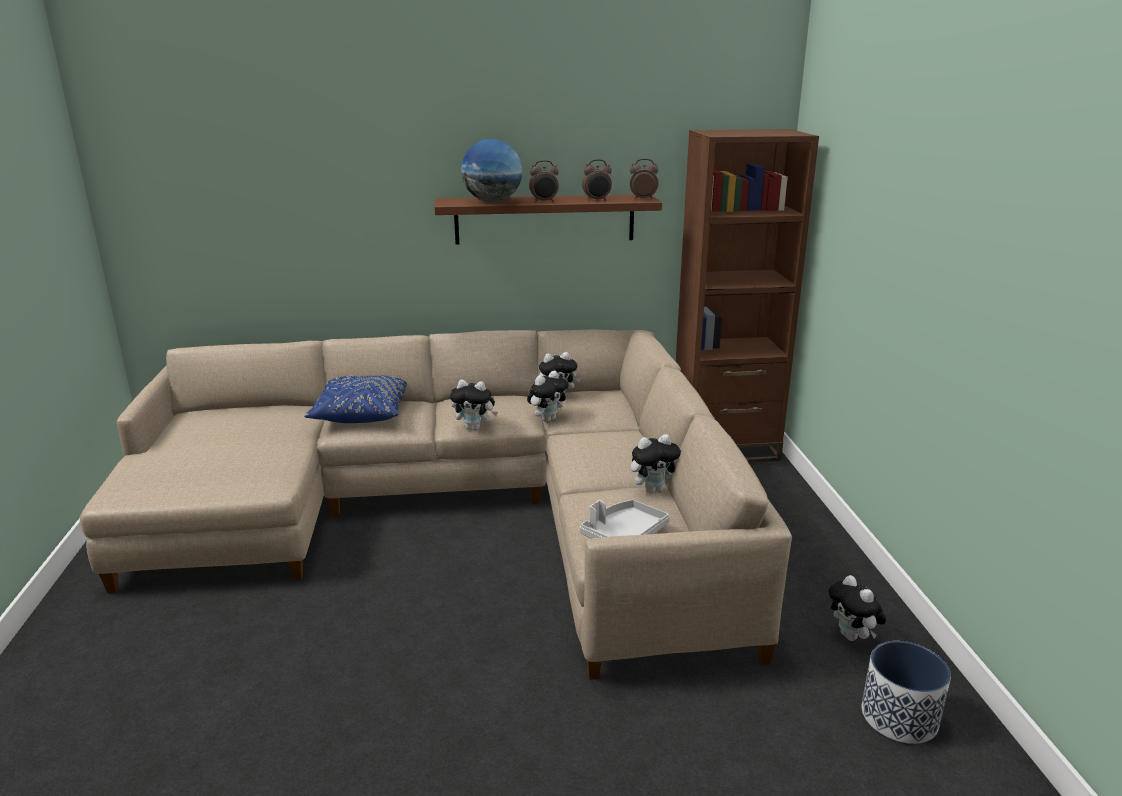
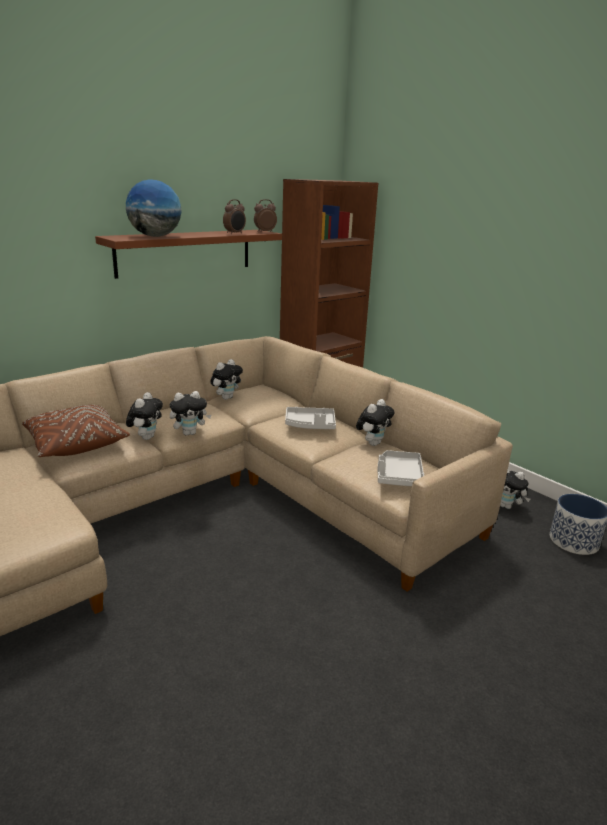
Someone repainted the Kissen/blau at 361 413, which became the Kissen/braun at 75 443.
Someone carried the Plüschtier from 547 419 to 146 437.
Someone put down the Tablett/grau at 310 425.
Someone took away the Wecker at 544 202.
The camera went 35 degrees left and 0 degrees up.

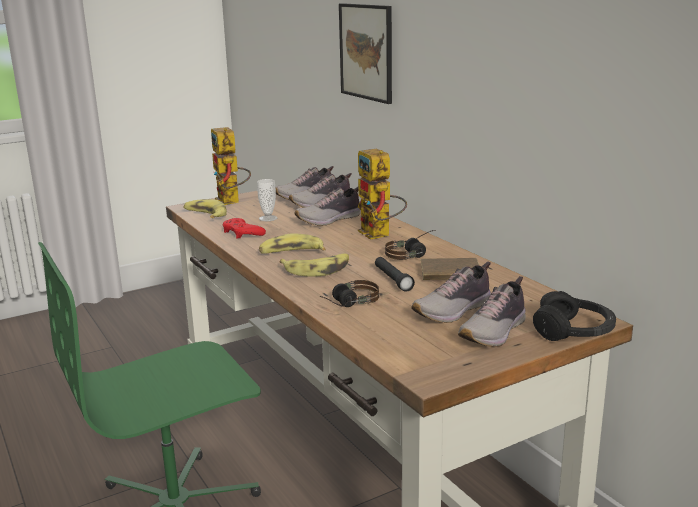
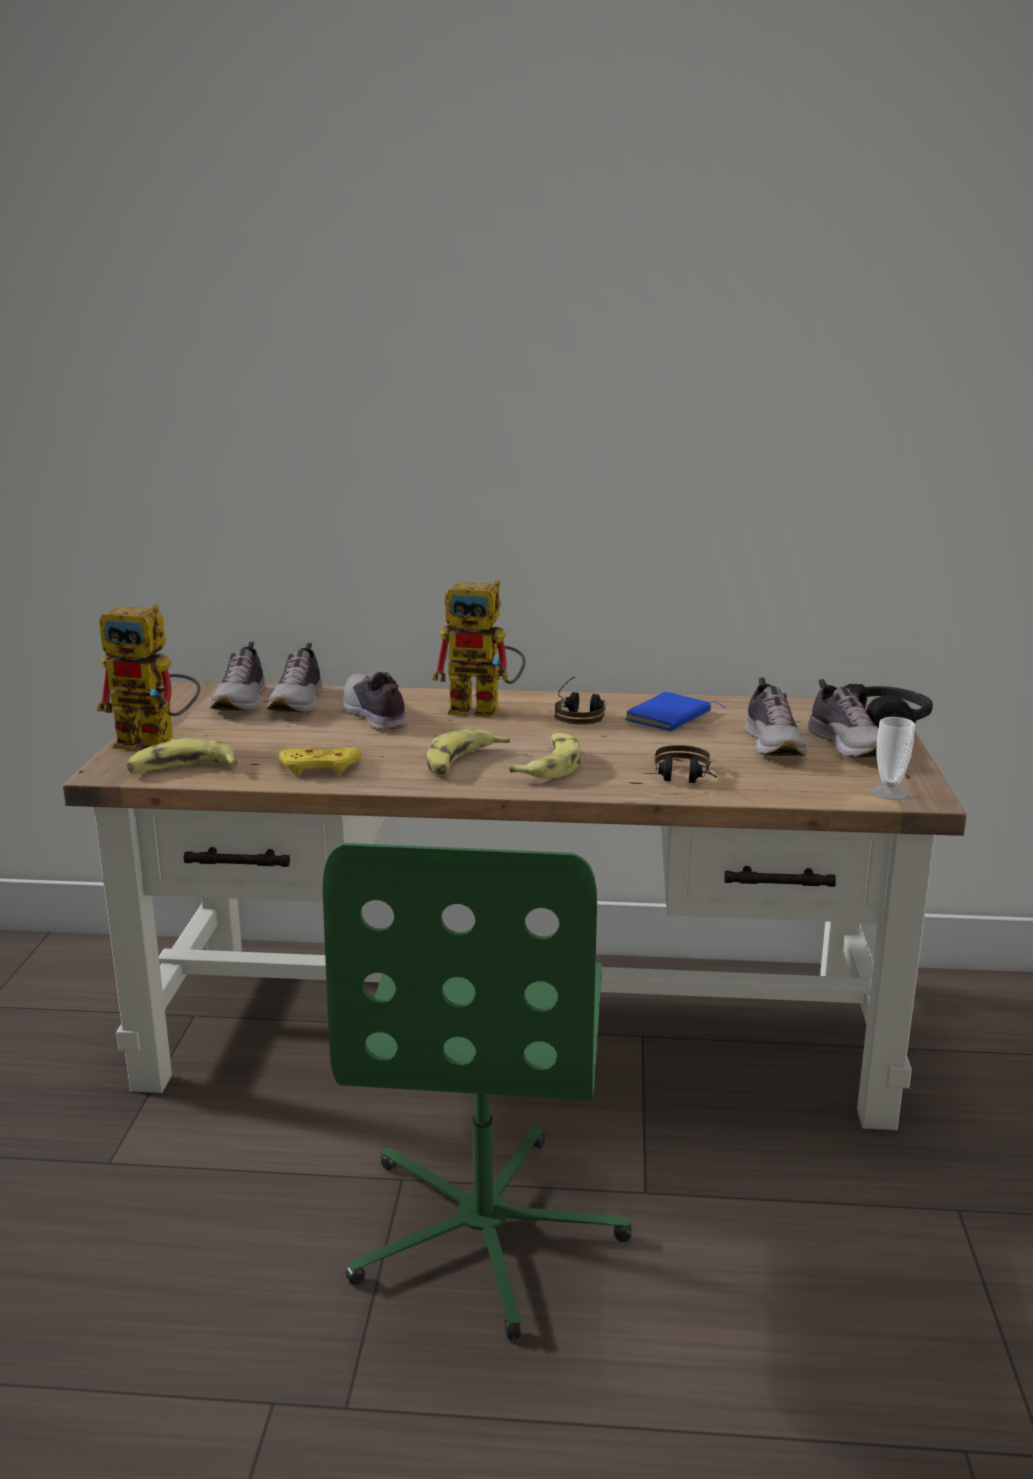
Someone repainted the Gamepad/rot at 242 233, which became the Gamepad/gelb at 320 768.
Someone rotated the Schuh at 330 220 by 150 degrees clockwise.
Someone repainted the Buch/braun at 450 274, which became the Buch/blau at 670 717.
Someone carried the Tasse from 268 218 to 889 792.
Someone took away the Bild at 366 52.
Someone took away the Taschenlampe/schwarz at 393 279.
The camera went 55 degrees left and 0 degrees up.

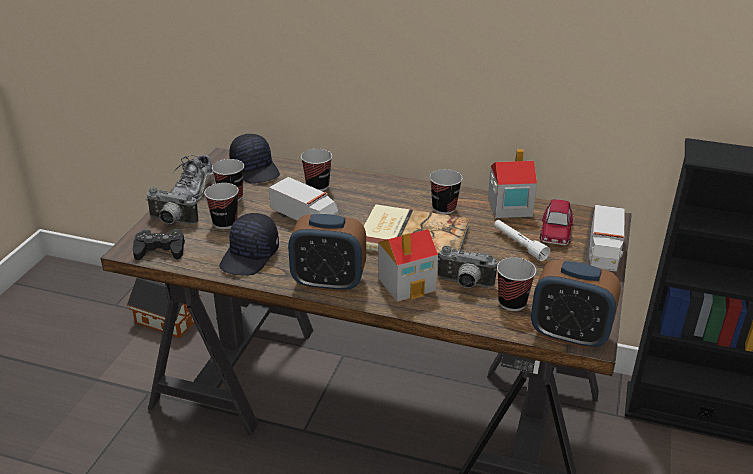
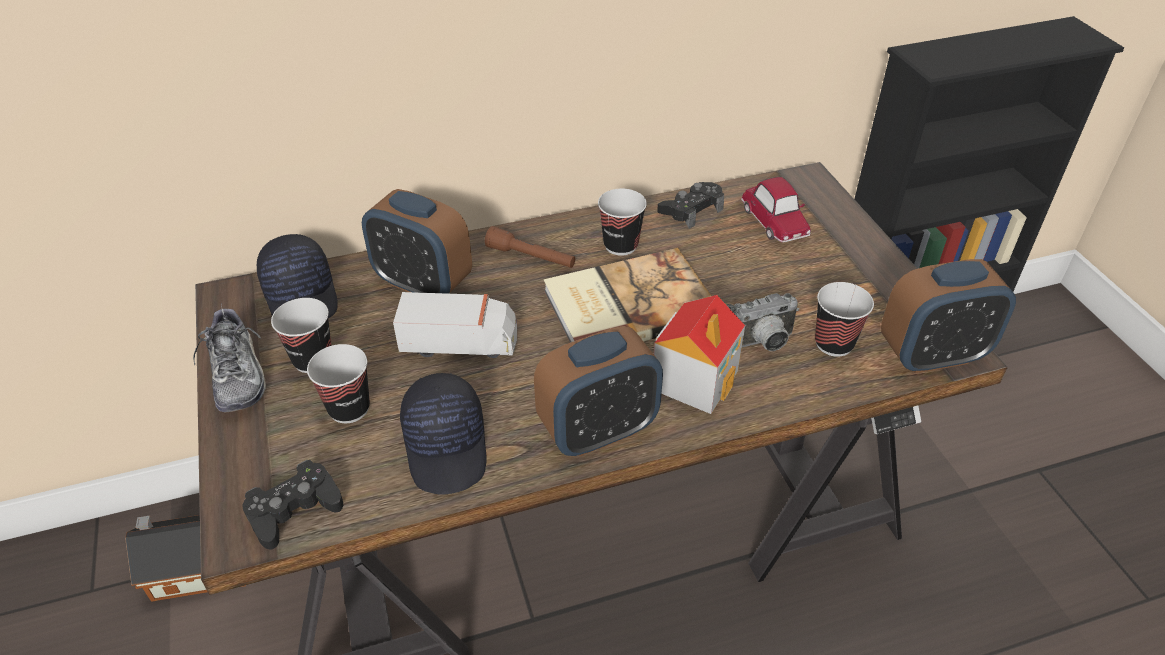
Someone rotated the Kappe/schwarz at 256 169 by 45 degrees clockwise.
Someone swapped the Tasse at 317 186 for the Wecker at 423 284.
Someone put down the Taschenlampe/braun at 531 257.
Someone swapped the Spielzeughaus at 509 207 for the Gamepad/schwarz at 691 210.
Someone took away the Kamera at 171 222.
Someone took away the Taschenlampe/weiß at 519 245.
Someone took away the Spielzeuglaster at 603 252.
The camera went 35 degrees left and 10 degrees up.

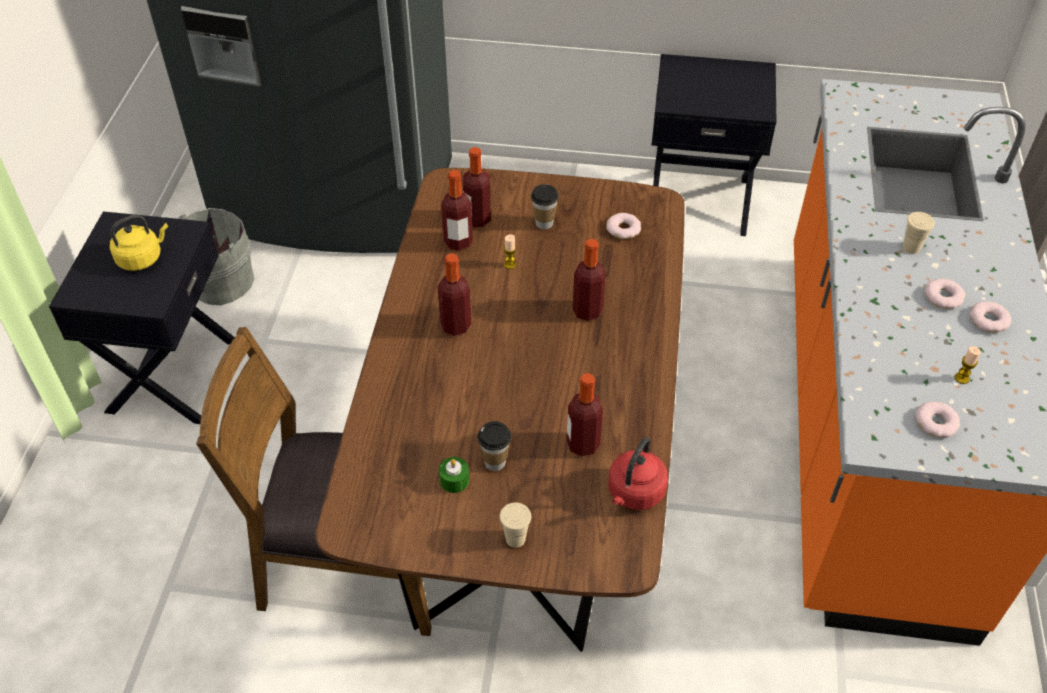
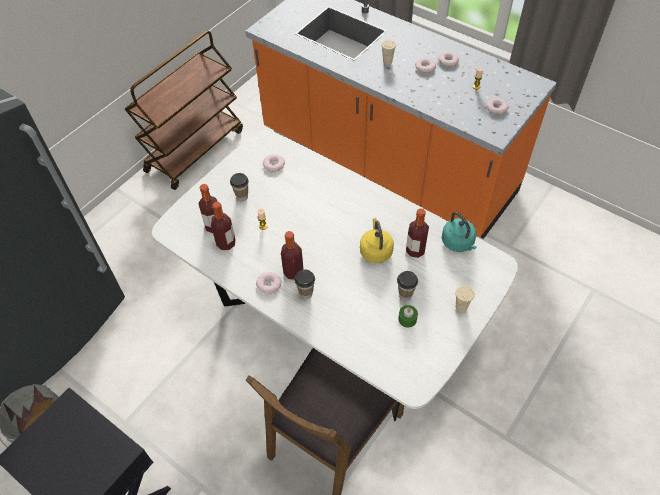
Someone swapped the Nachttisch/schwarz at 698 200 for the Rollwagen/braun at 195 150.
Someone repainted the Esstisch/braun at 524 486, which became the Esstisch/weiß at 333 324.
Someone put down the Donut at 269 284.
Someone put down the Tasse at 306 293.
Someone carried the Wasserkessel/gelb from 142 258 to 375 251.
Someone repainted the Wasserkessel/rot at 634 493, which became the Wasserkessel/türkis at 458 243.
Someone took away the Flasche at 587 311.
The camera went 60 degrees left and 5 degrees up.

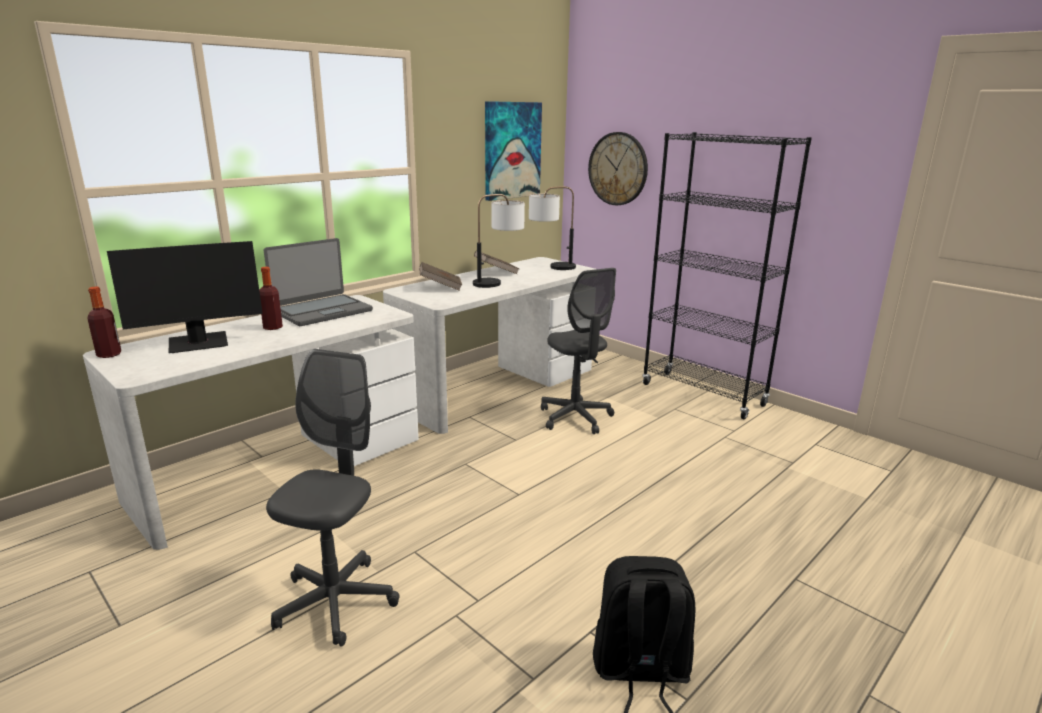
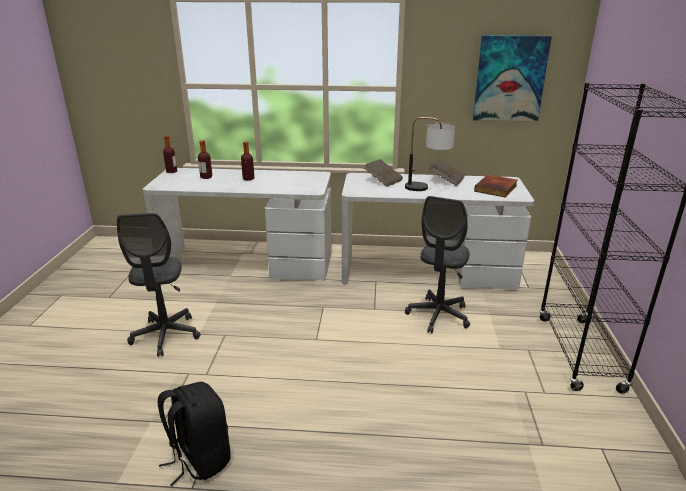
Someone rotated the Bürostuhl/grau at 335 602 by 105 degrees clockwise.
Someone swapped the Monitor at 198 343 for the Flasche at 206 177.
Someone swapped the Tischlampe at 551 268 for the Buch at 496 188.
Someone took away the Laptop at 322 311.
Someone took away the Wanduhr at 618 169.
The camera went 50 degrees right and 5 degrees up.

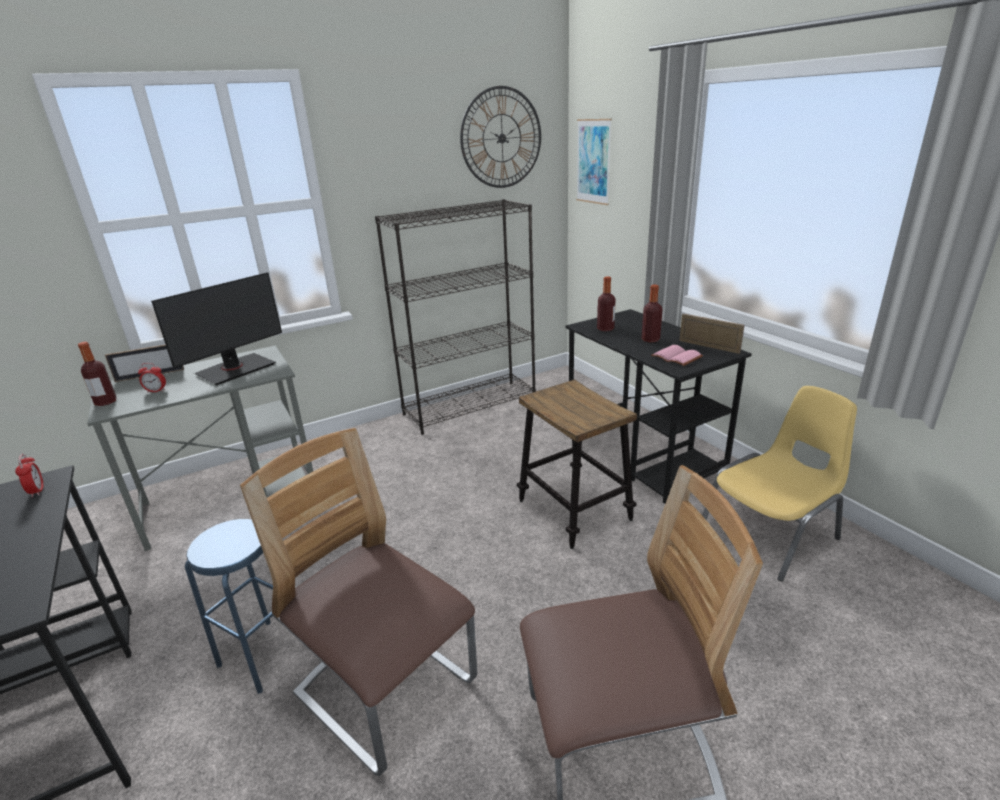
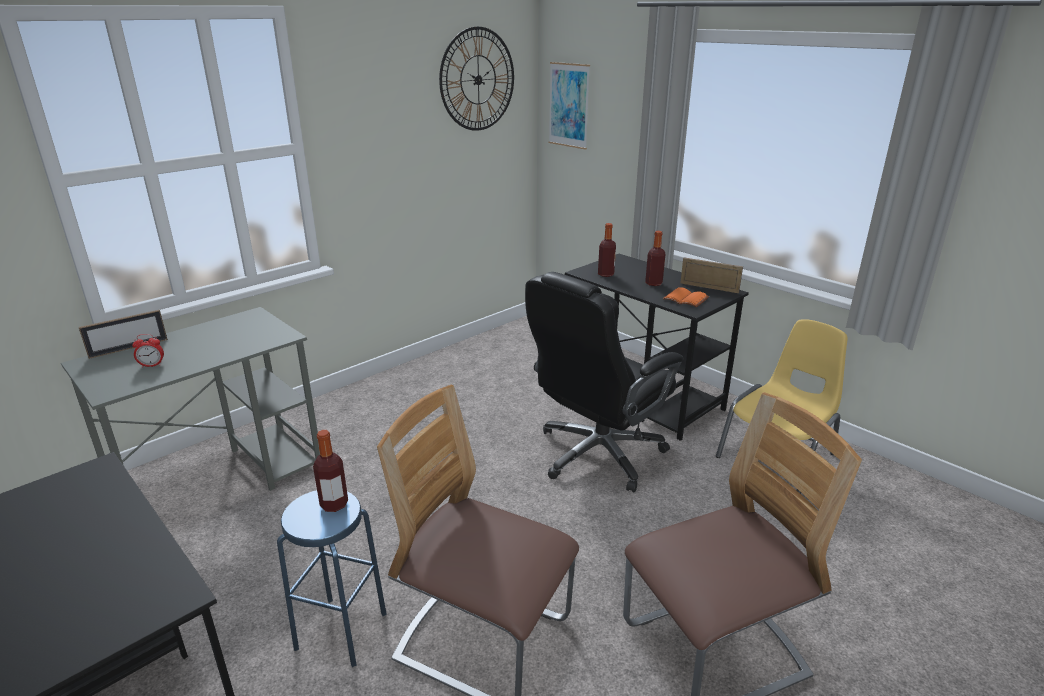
Someone carried the Flasche from 106 402 to 334 504.
Someone swapped the Hocker at 574 510 for the Bürostuhl/schwarz at 597 454.
Someone repainted the Buch/rosa at 677 357, which became the Buch/orange at 686 299.
Someone took away the Wecker at 37 491.
Someone took away the Monitor at 235 369.
Someone took away the Bücherregal/schwarz at 470 406.
The camera went 15 degrees left and 0 degrees up.

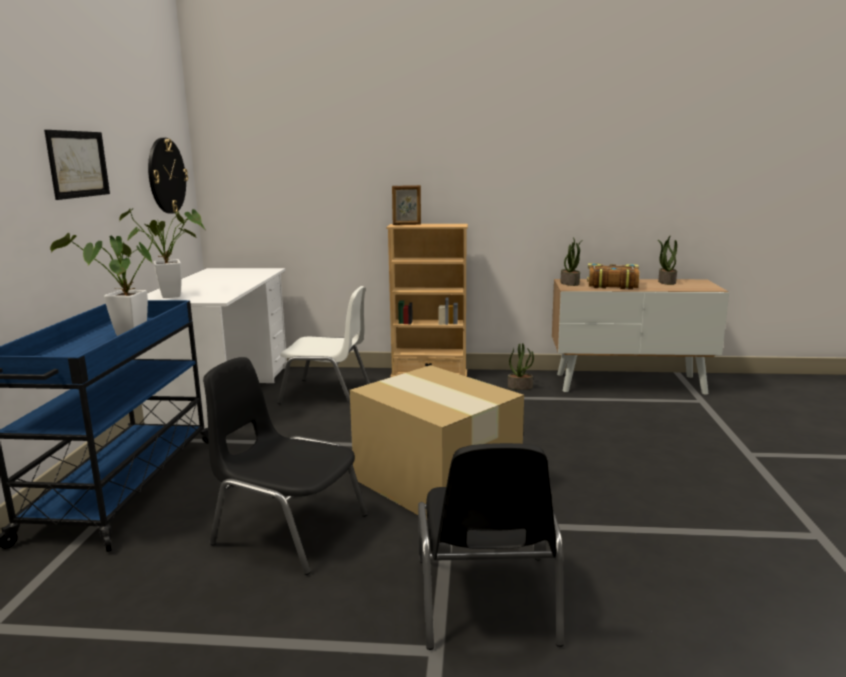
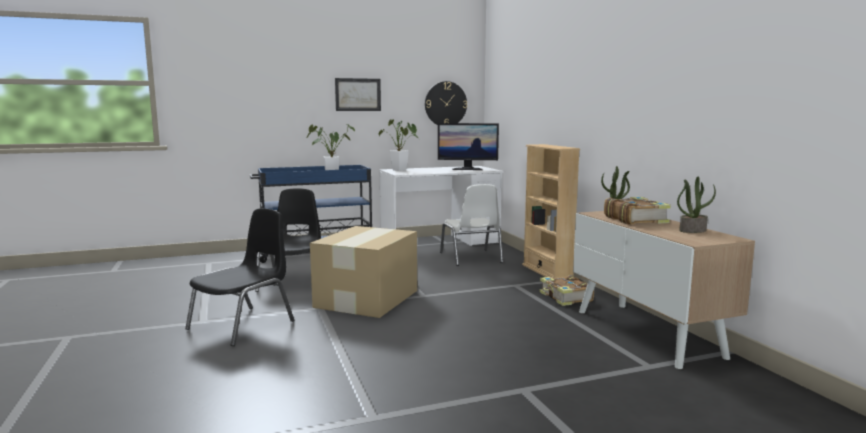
Someone rotated the Stuhl/schwarz at 486 602 by 150 degrees clockwise.
Someone put down the Monitor at 467 169.
Someone swapped the Topfpflanze at 520 387 for the Buch at 565 298.
Someone took away the Bilderrahmen at 406 224.
The camera went 65 degrees right and 5 degrees down.

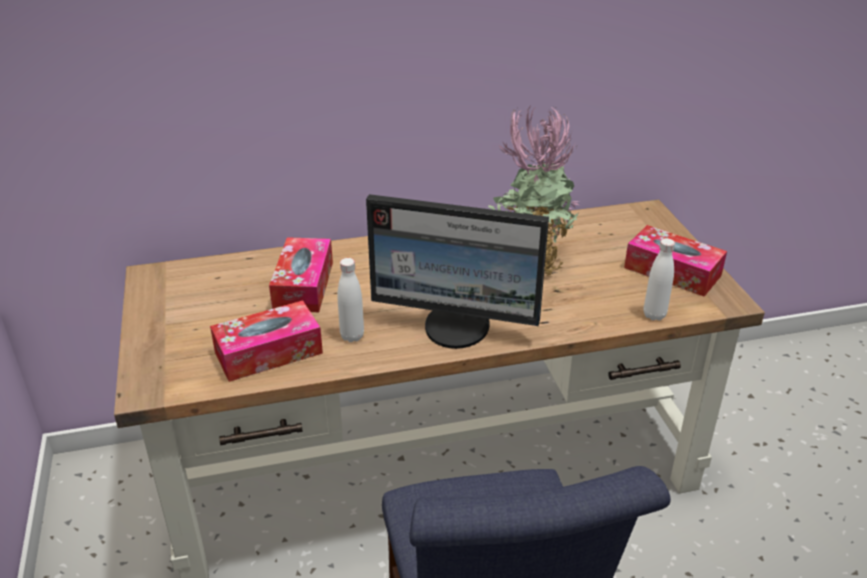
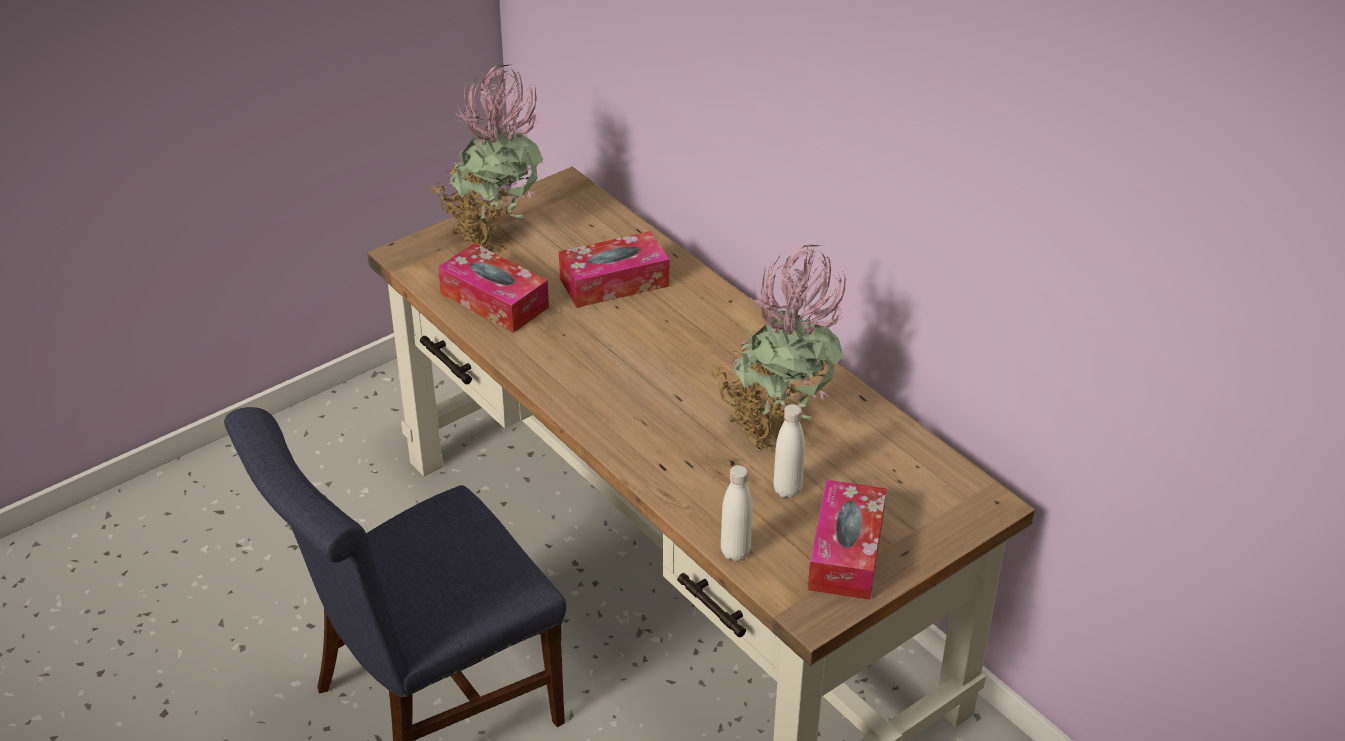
Someone put down the Topfpflanze at 494 235.
Someone carried the Flasche/weiß from 352 336 to 787 490.
Someone took away the Monitor at 457 327.
The camera went 65 degrees right and 5 degrees up.

